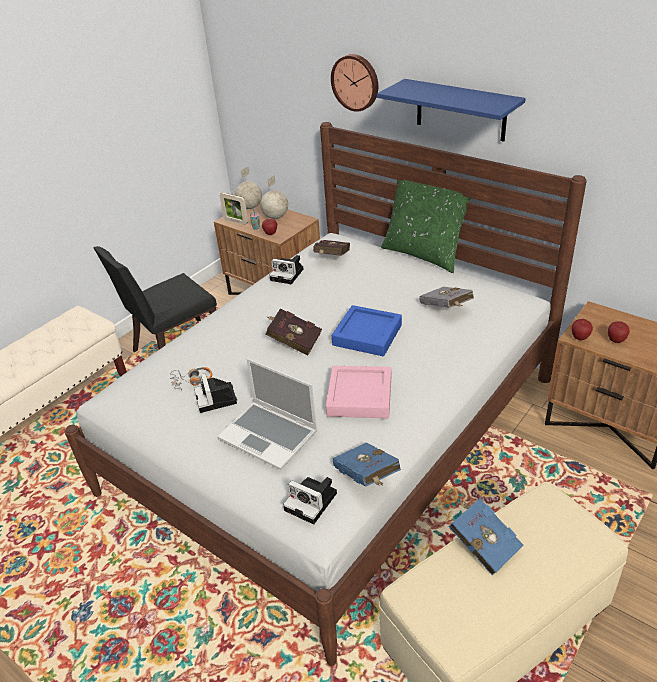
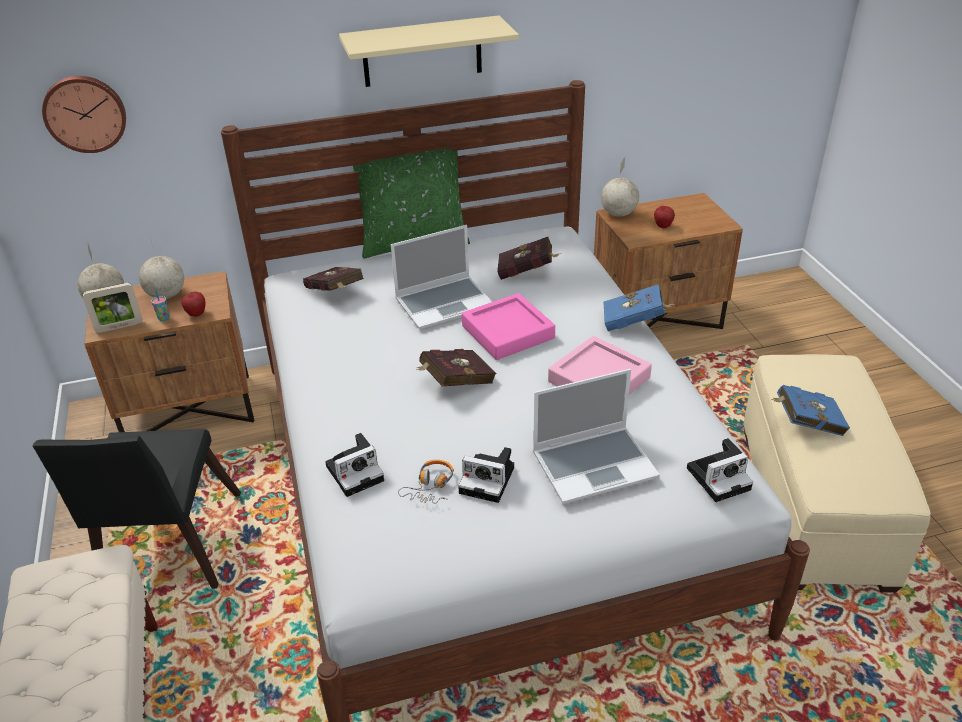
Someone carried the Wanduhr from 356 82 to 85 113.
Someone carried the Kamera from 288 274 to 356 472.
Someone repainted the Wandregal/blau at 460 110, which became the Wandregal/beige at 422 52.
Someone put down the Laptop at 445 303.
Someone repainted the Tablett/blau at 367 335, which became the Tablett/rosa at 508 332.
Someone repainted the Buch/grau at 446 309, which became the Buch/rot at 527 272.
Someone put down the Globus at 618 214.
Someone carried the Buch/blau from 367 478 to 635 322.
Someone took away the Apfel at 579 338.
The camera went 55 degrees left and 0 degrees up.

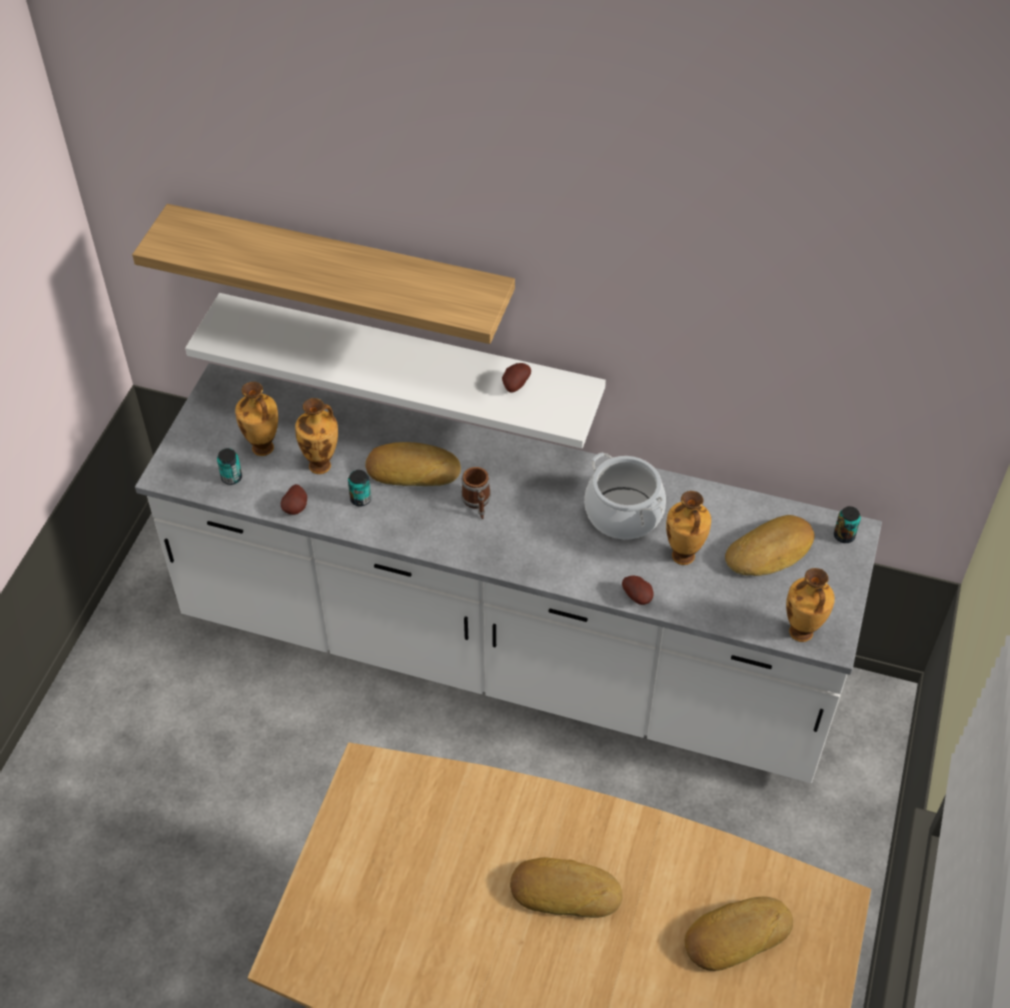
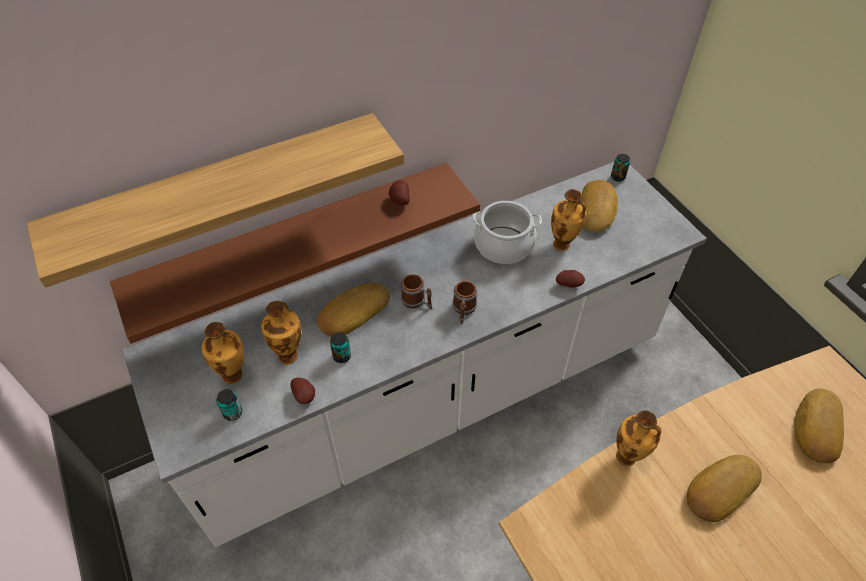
Someone repainted the Wandregal/weiß at 409 360, which became the Wandregal/braun at 295 238.
Someone put down the Henkelbecher at 463 310.
Someone carried the Vase from 801 633 to 627 458.
The camera went 45 degrees left and 0 degrees up.

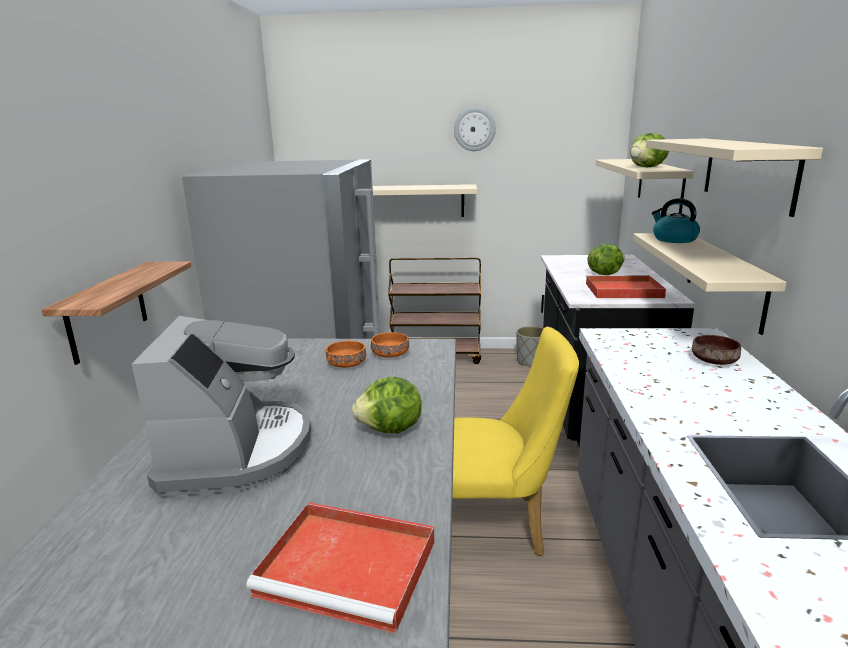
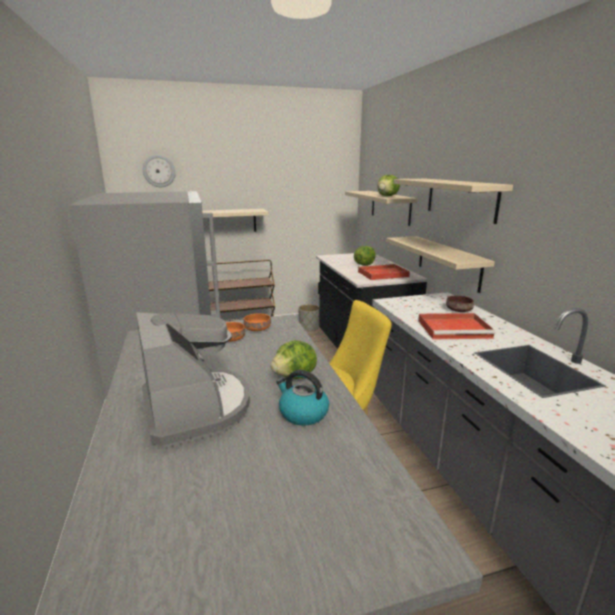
Someone carried the Wanduhr from 474 129 to 159 171.
Someone carried the Wasserkessel from 673 239 to 302 413.
Someone carried the Tablett/rot from 351 567 to 455 329.
Someone took away the Wandregal at 107 311.
The camera went 20 degrees left and 0 degrees up.

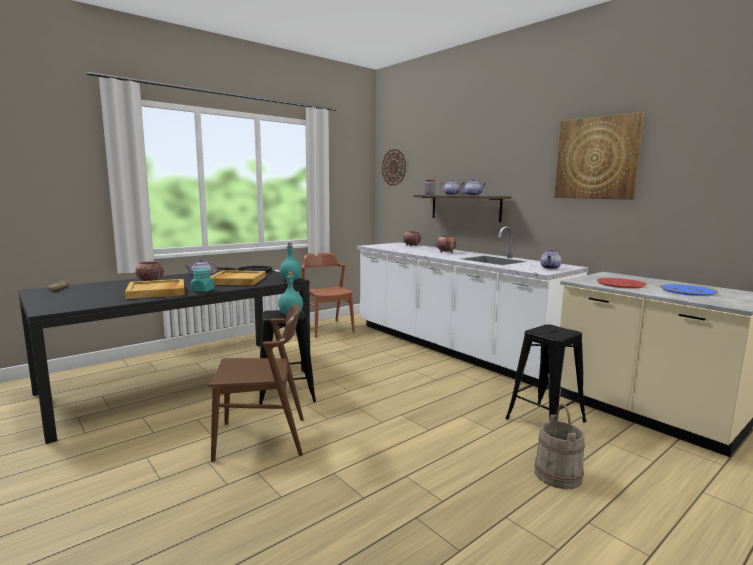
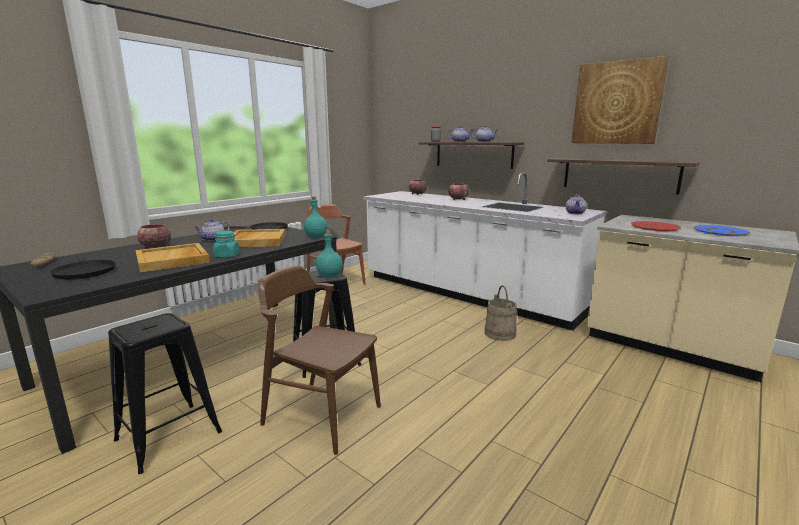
Someone put down the Pfanne/schwarz at 84 272.
Someone carried the Hocker/schwarz from 545 420 to 169 436.
Someone rotated the Stuhl/braun at 261 438 by 135 degrees counterclockwise.
Someone carried the Eimer/beige from 558 475 to 500 333.
Someone put up the Wandregal at 619 175.
Someone took away the Wanduhr at 394 167.
The camera went 10 degrees left and 5 degrees up.

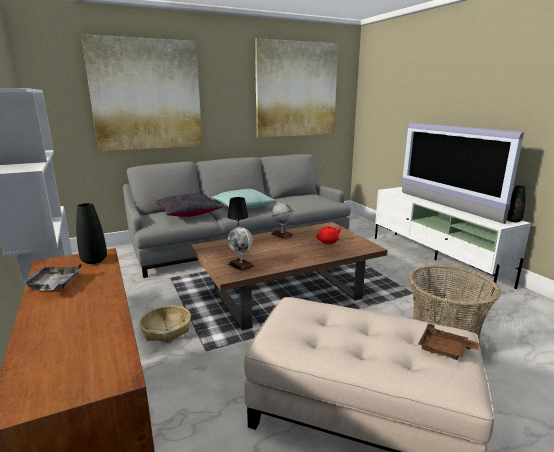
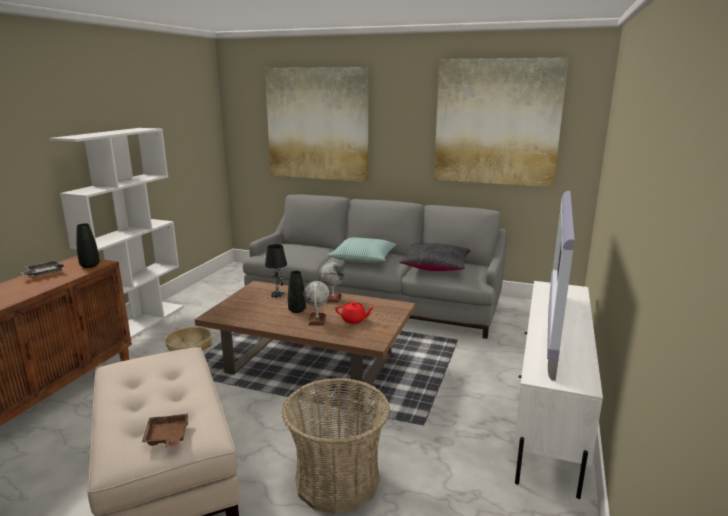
Someone carried the Vase/schwarz from 513 220 to 297 310.
Someone carried the Globus from 241 265 to 317 320.
Someone carried the Kissen/schwarz from 188 213 to 435 266.
The camera went 45 degrees right and 0 degrees up.

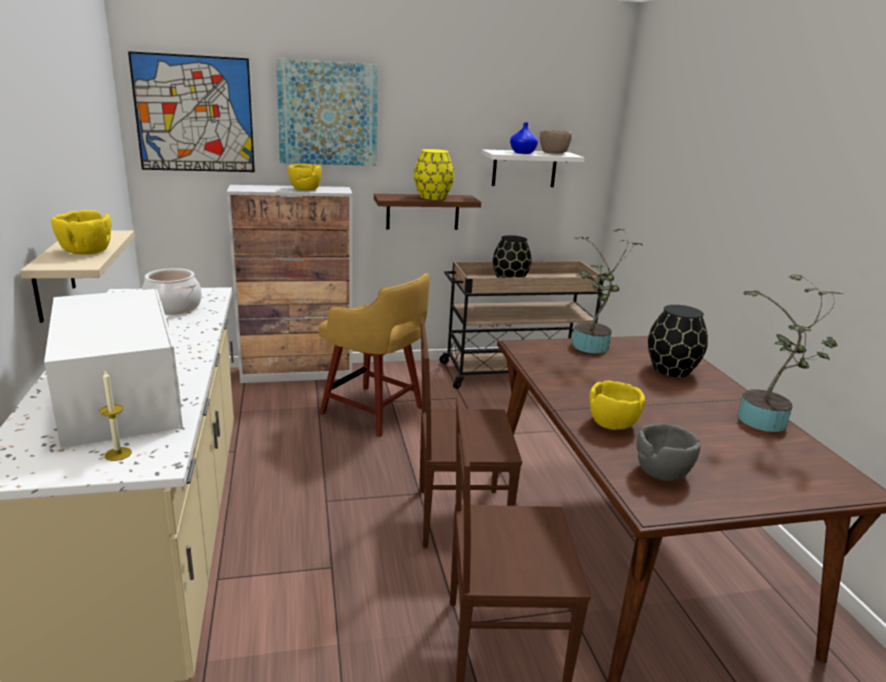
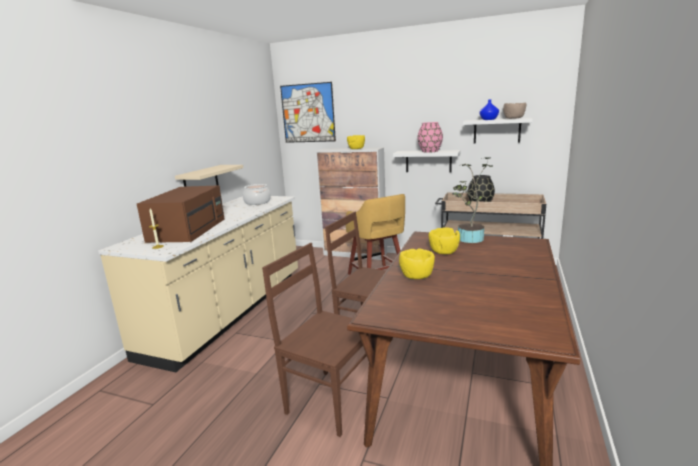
Someone repainted the Mikrowelle/weiß at 119 396, which became the Mikrowelle/braun at 188 229.
Someone repainted the Wandregal/braun at 422 212, which became the Wandregal/weiß at 428 161.
Someone repainted the Vase/gelb at 432 197, which became the Vase/rosa at 430 151.
Someone carried the Schüssel/gelb from 85 251 to 443 252.
Someone took away the Bild at 328 114.
Someone took away the Schüssel/grau at 662 471.
Someone took away the Vase/schwarz at 671 370.
Someone took away the Topfpflanze at 766 423.
The camera went 35 degrees right and 5 degrees down.

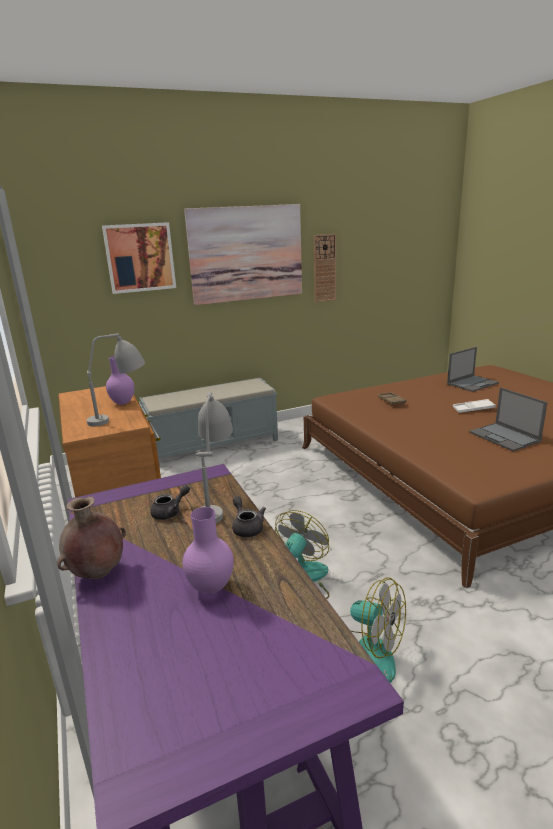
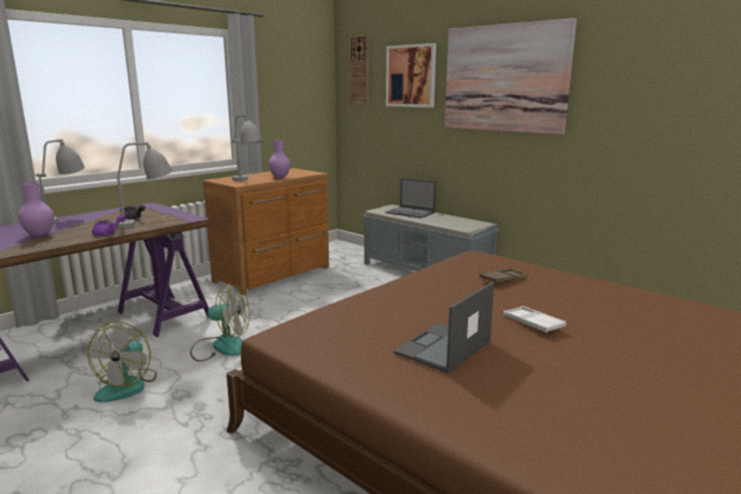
Someone swapped the Vase/braun at 97 573 for the Tischlampe/grau at 66 218.
Someone repainted the Teekanne/grau at 247 527, which became the Teekanne/lila at 108 233.
Someone carried the Wanduhr from 324 268 to 359 70.
Someone carried the Laptop from 472 383 to 411 213.
The camera went 65 degrees right and 5 degrees down.

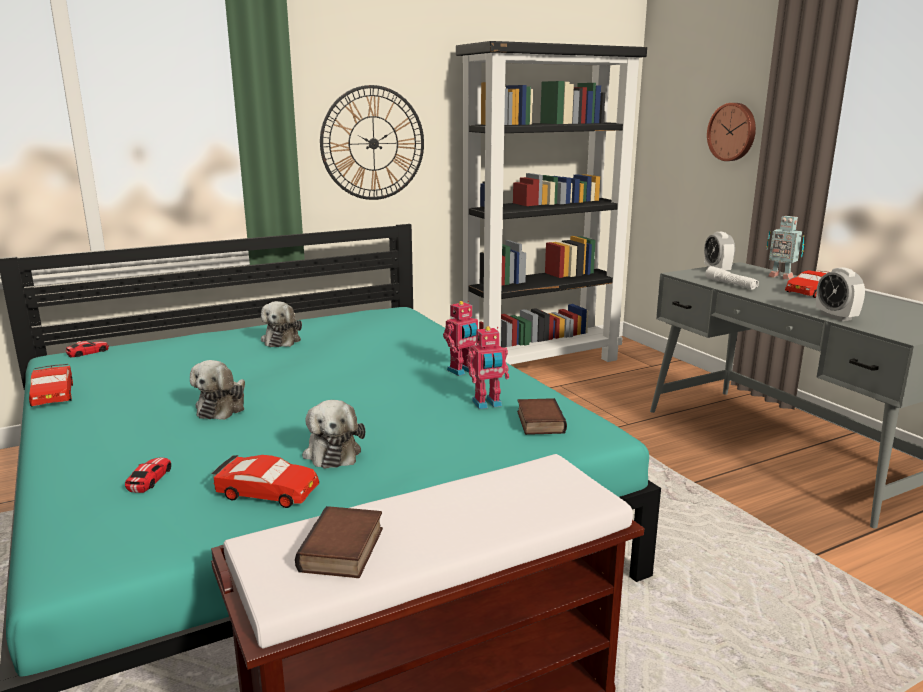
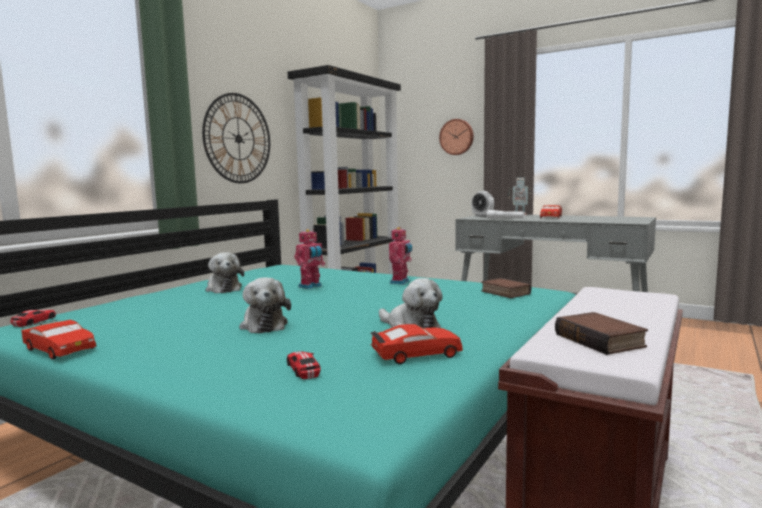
Someone carried the Spielzeugroboter from 487 404 to 311 286.
Someone took away the Wecker at 836 317.
The camera went 30 degrees left and 10 degrees down.

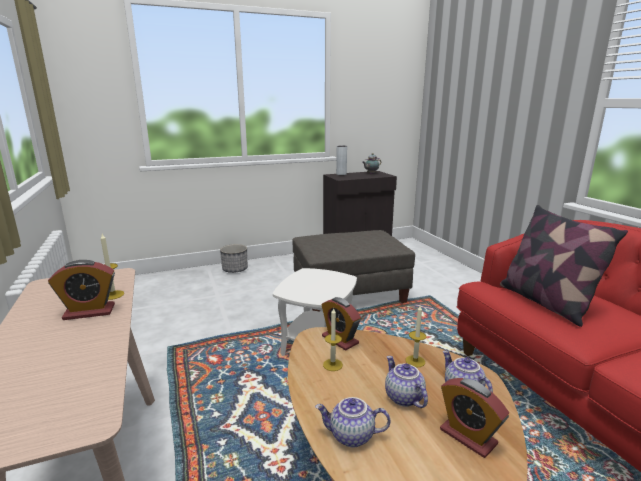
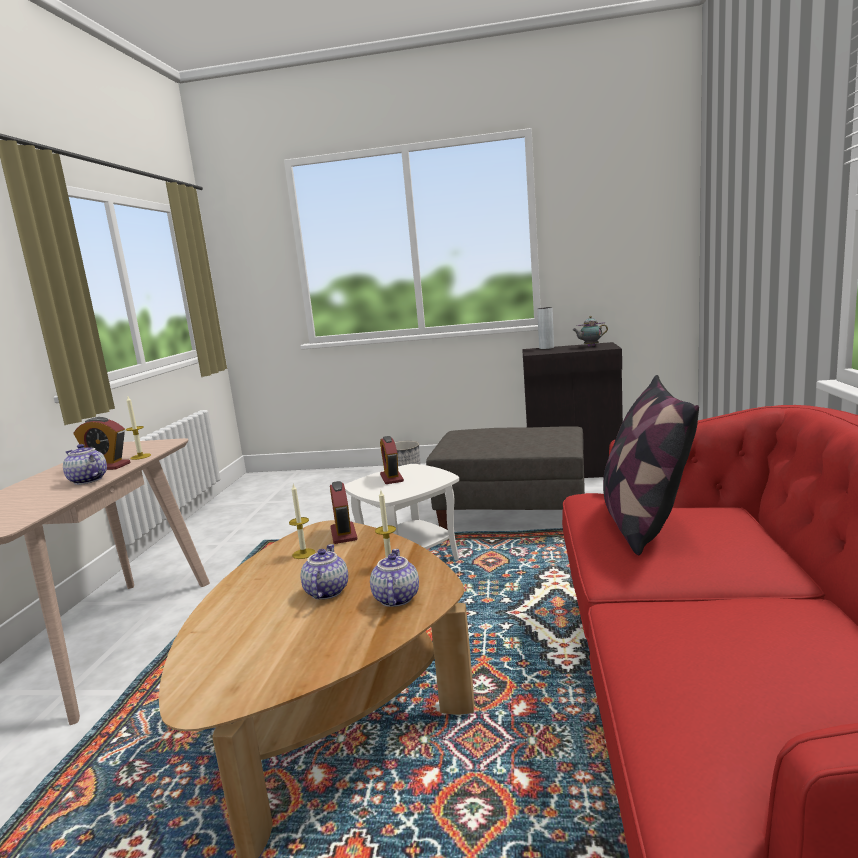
Someone carried the Teekanne from 351 436 to 87 480.
Someone carried the Wecker from 468 436 to 391 478.
The camera went 30 degrees right and 5 degrees down.

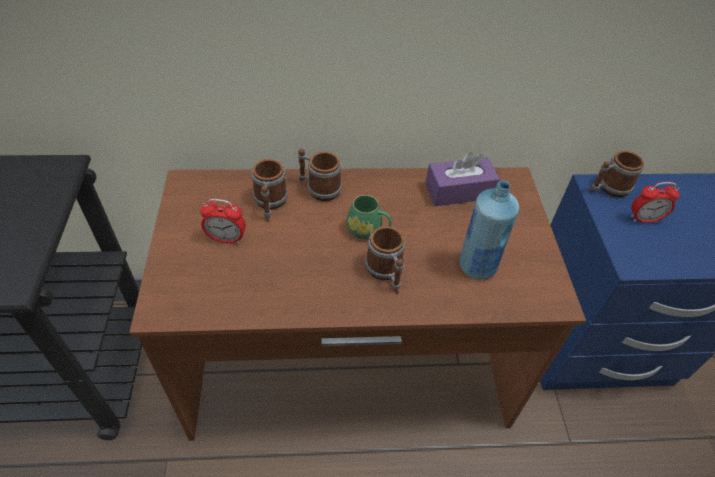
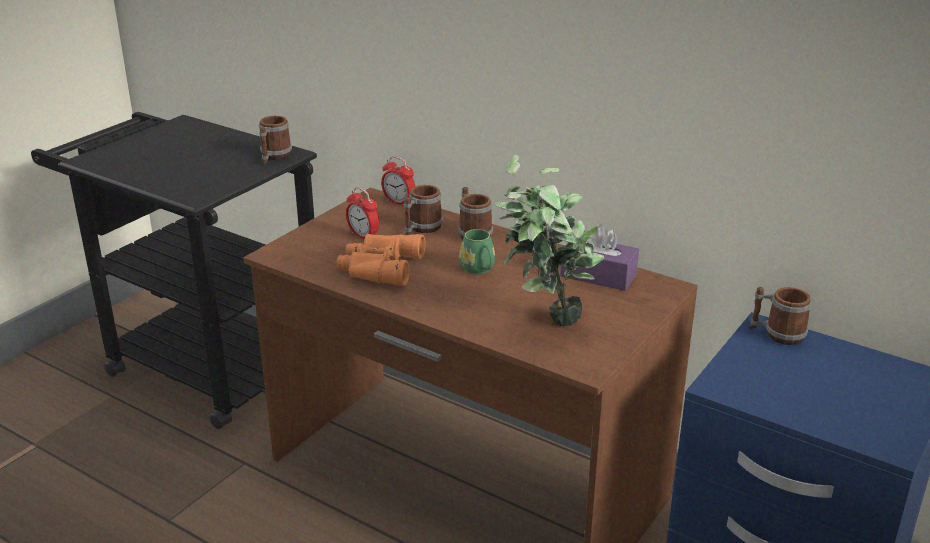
Someone carried the Henkelbecher from 386 273 to 273 157.
Someone put down the Fernglas/orange at 378 267.
Someone carried the Wecker from 644 219 to 399 202.
Someone swapped the Flasche/blau at 477 266 for the Topfpflanze at 544 322.
The camera went 40 degrees right and 20 degrees down.

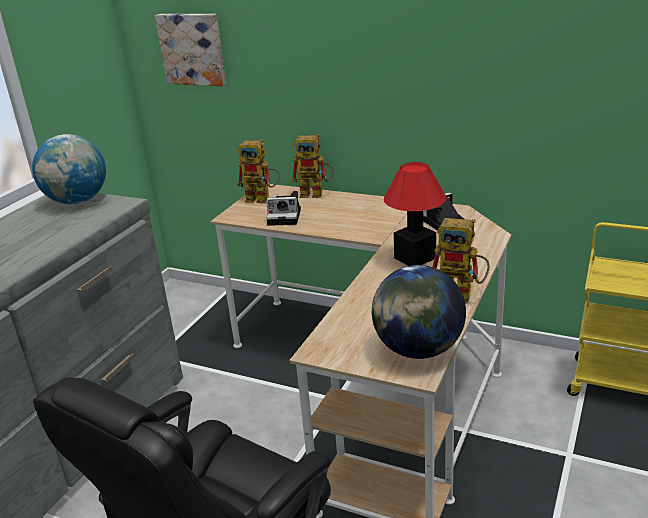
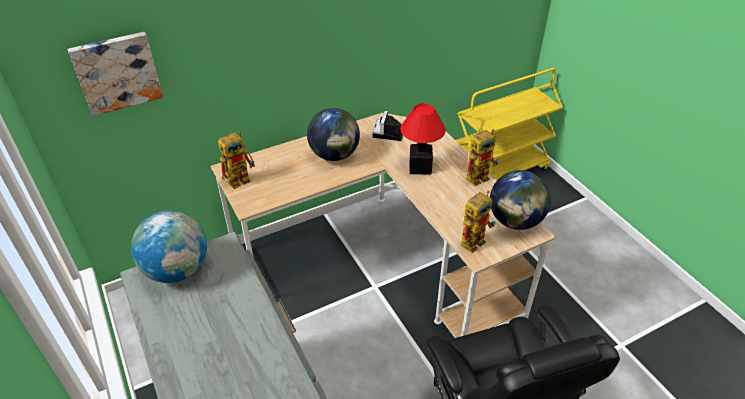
Someone put down the Globus at 334 155.
Someone carried the Spielzeugroboter from 317 193 to 474 239.
Someone took away the Kamera at 286 217.
The camera went 55 degrees left and 15 degrees up.

